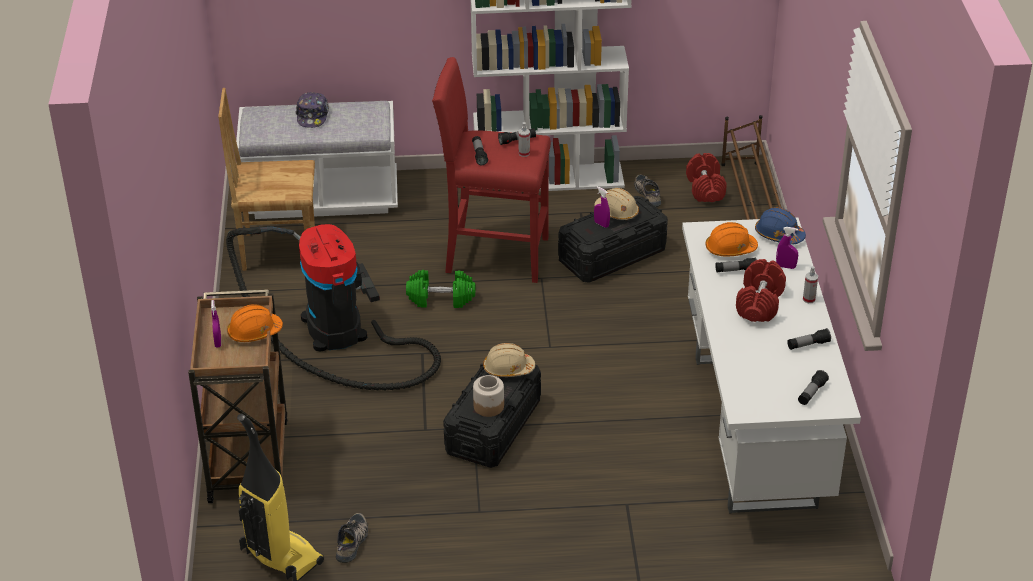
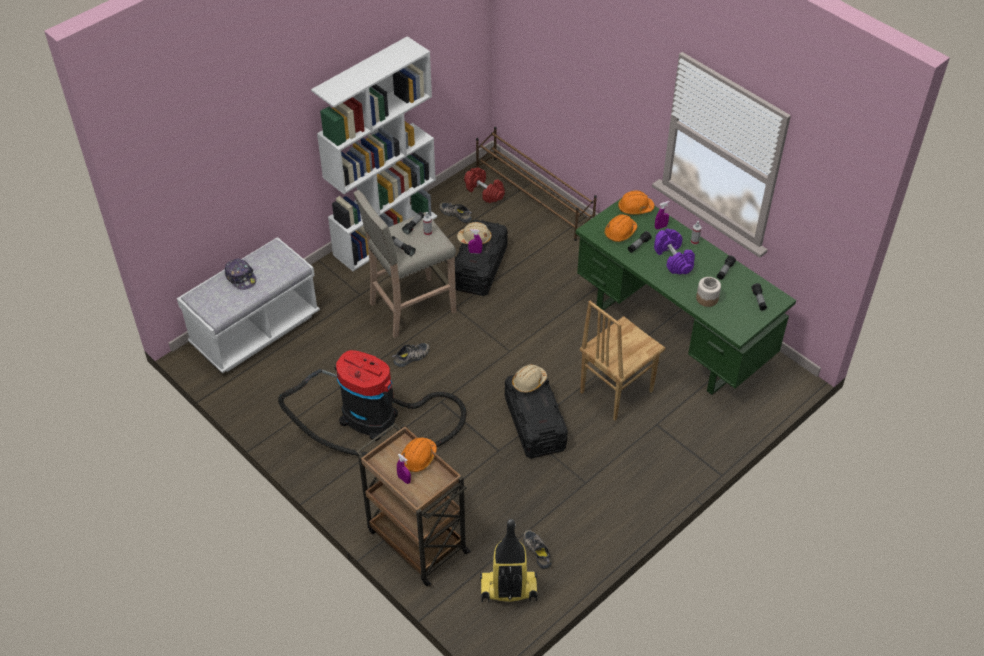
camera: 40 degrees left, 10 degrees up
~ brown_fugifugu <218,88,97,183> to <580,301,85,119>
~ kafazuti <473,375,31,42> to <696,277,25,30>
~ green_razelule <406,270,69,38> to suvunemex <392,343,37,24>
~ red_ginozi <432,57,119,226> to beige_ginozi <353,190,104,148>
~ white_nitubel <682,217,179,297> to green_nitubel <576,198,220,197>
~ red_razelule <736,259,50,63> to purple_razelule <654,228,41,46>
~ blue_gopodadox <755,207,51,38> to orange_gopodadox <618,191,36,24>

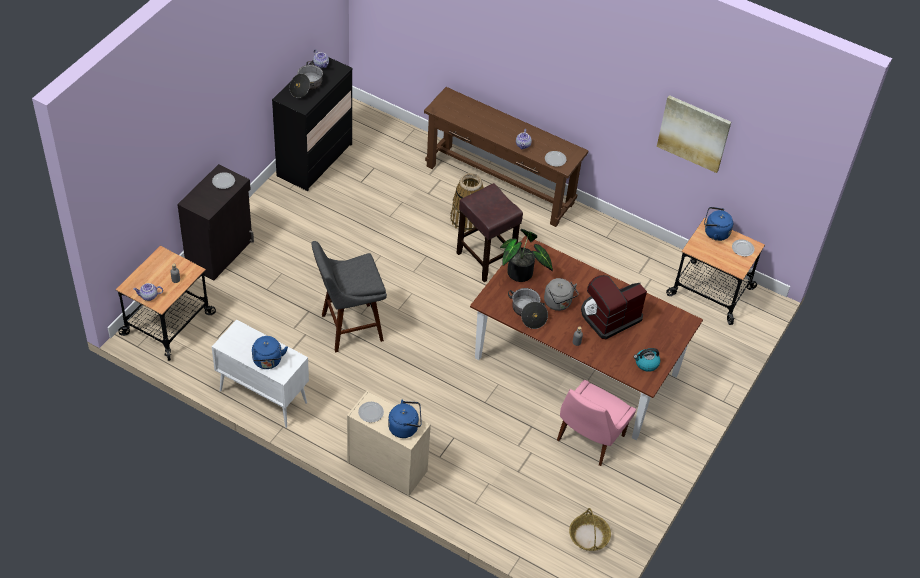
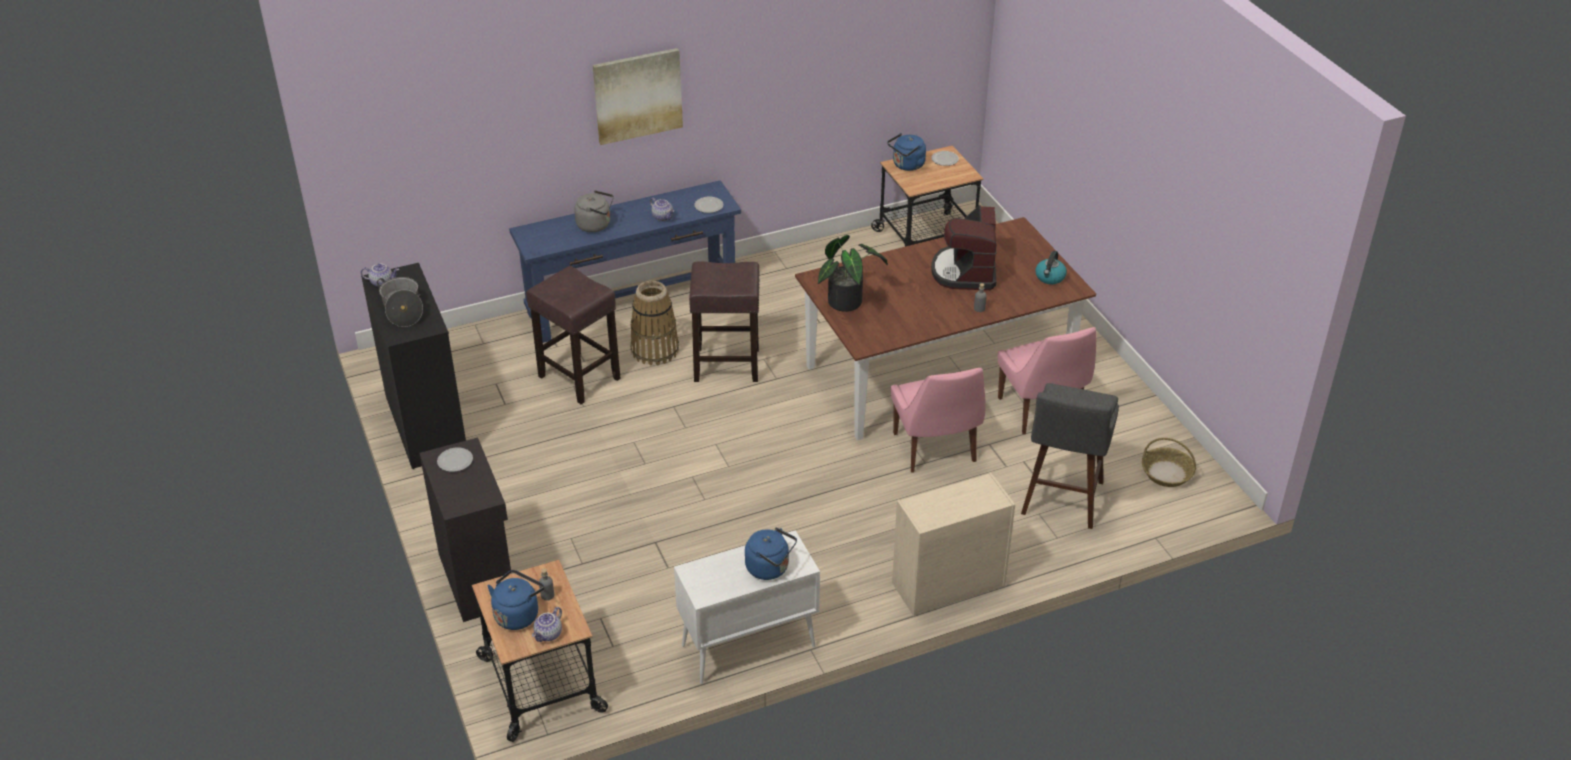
camera: 50 degrees left, 10 degrees down
- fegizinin <358,402,26,21>
- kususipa <508,288,40,41>
+ brown_ginozi <526,266,95,138>
+ pink_fugifugu <891,368,95,105>
~ grey_ginozi <311,241,76,111> to <1021,383,98,146>
~ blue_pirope <388,399,34,39> to <487,570,57,60>
~ grey_pirope <544,278,35,33> to <574,190,40,42>
~ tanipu <657,95,74,78> to <593,48,90,97>
~ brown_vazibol <424,87,164,140> to blue_vazibol <509,180,232,163>

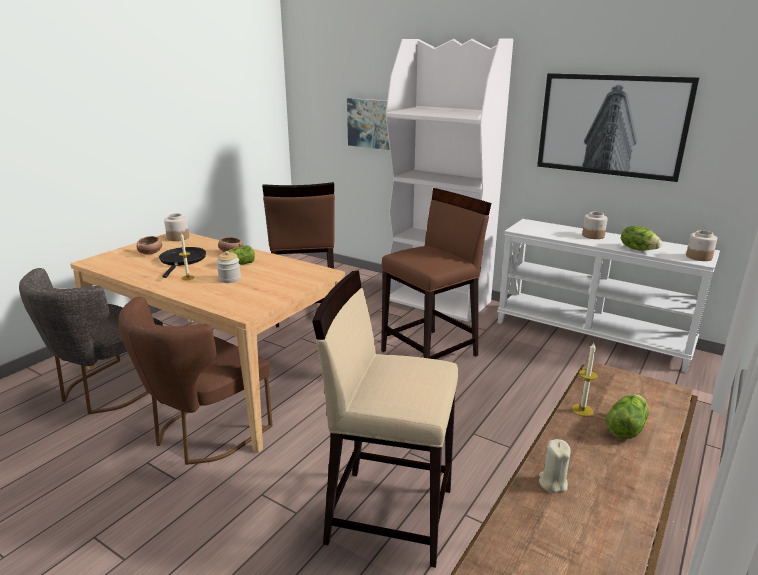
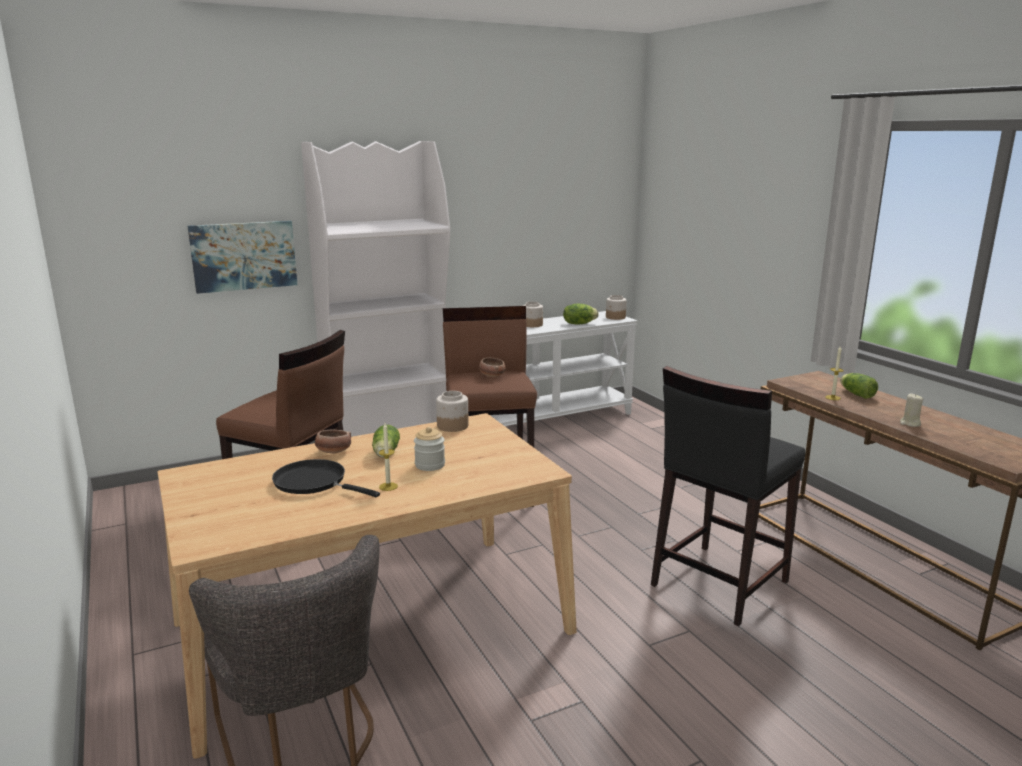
camera: 60 degrees left, 5 degrees down
- brown_fugifugu <118,297,155,168>
- tanipu <537,73,163,109>
~ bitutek <137,236,25,19> to <479,358,27,19>
~ kafazuti <164,213,25,28> to <436,391,33,41>
~ beige_ginozi <312,271,146,297> to black_ginozi <651,366,154,260>

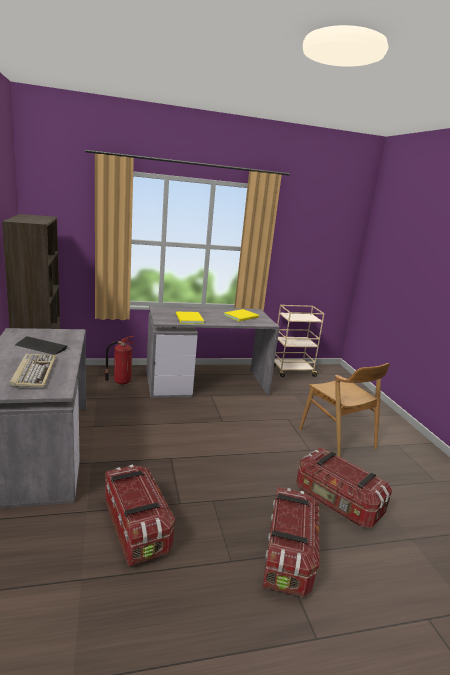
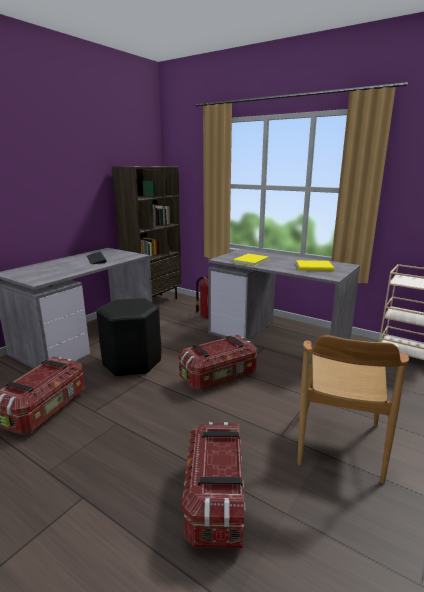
camera: 50 degrees right, 0 degrees up
- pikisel <10,354,46,34>
+ black_ginozi <96,298,65,79>
~ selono <263,487,57,110> to <179,335,78,56>

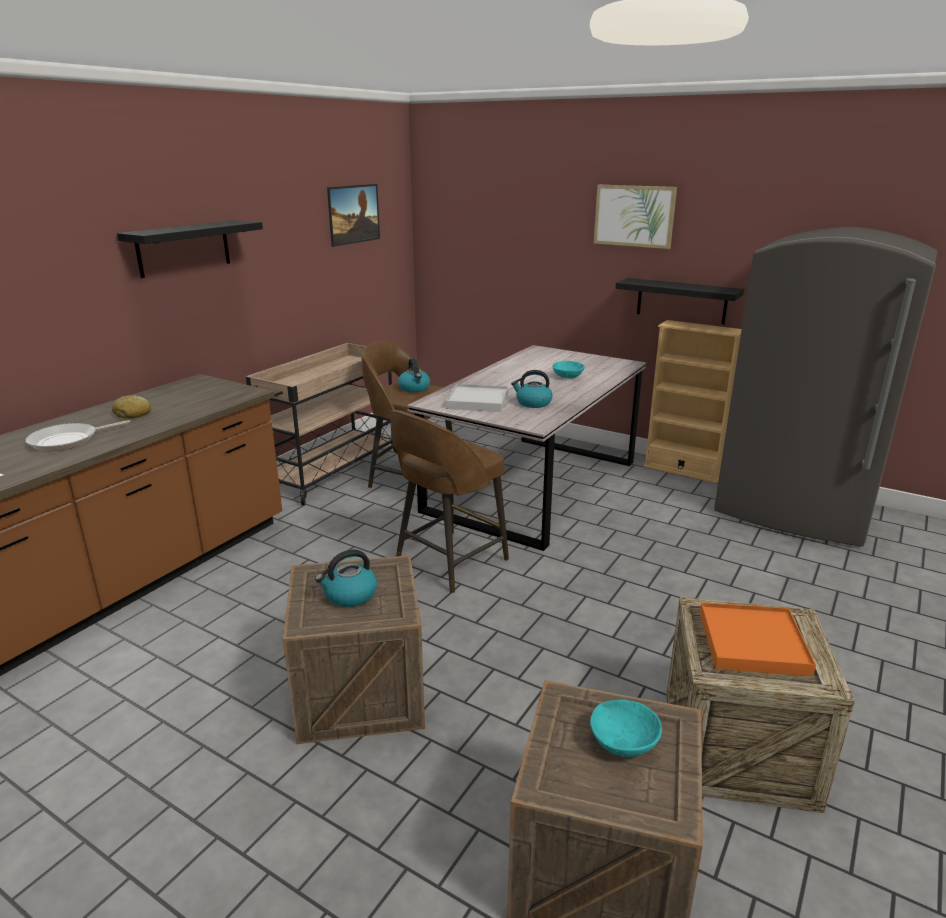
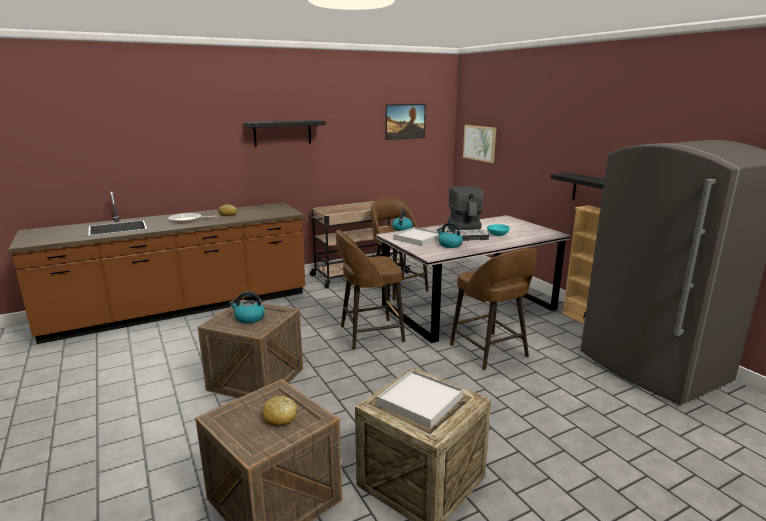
camera: 30 degrees right, 5 degrees down
+ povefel <448,186,41,55>
+ brown_ginozi <450,248,87,122>
~ tanipu <594,185,83,64> to <463,125,33,38>
~ turquoise_bitutek <590,700,72,57> to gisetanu <262,396,35,30>
~ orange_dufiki <700,602,116,74> to white_dufiki <377,370,86,59>

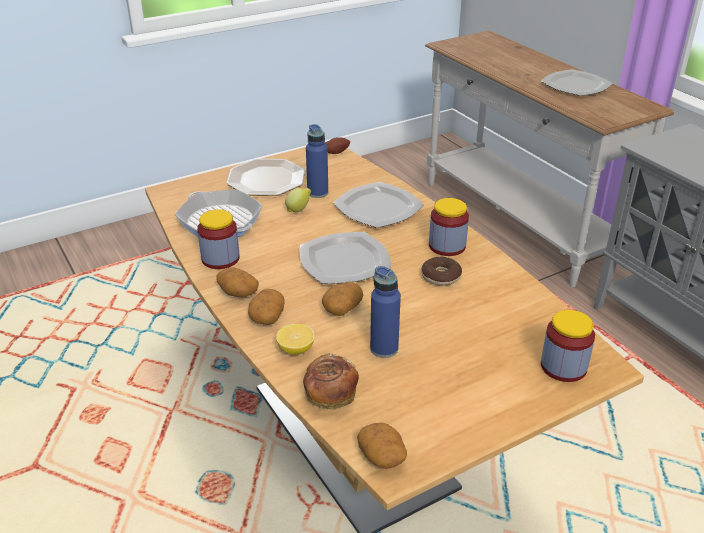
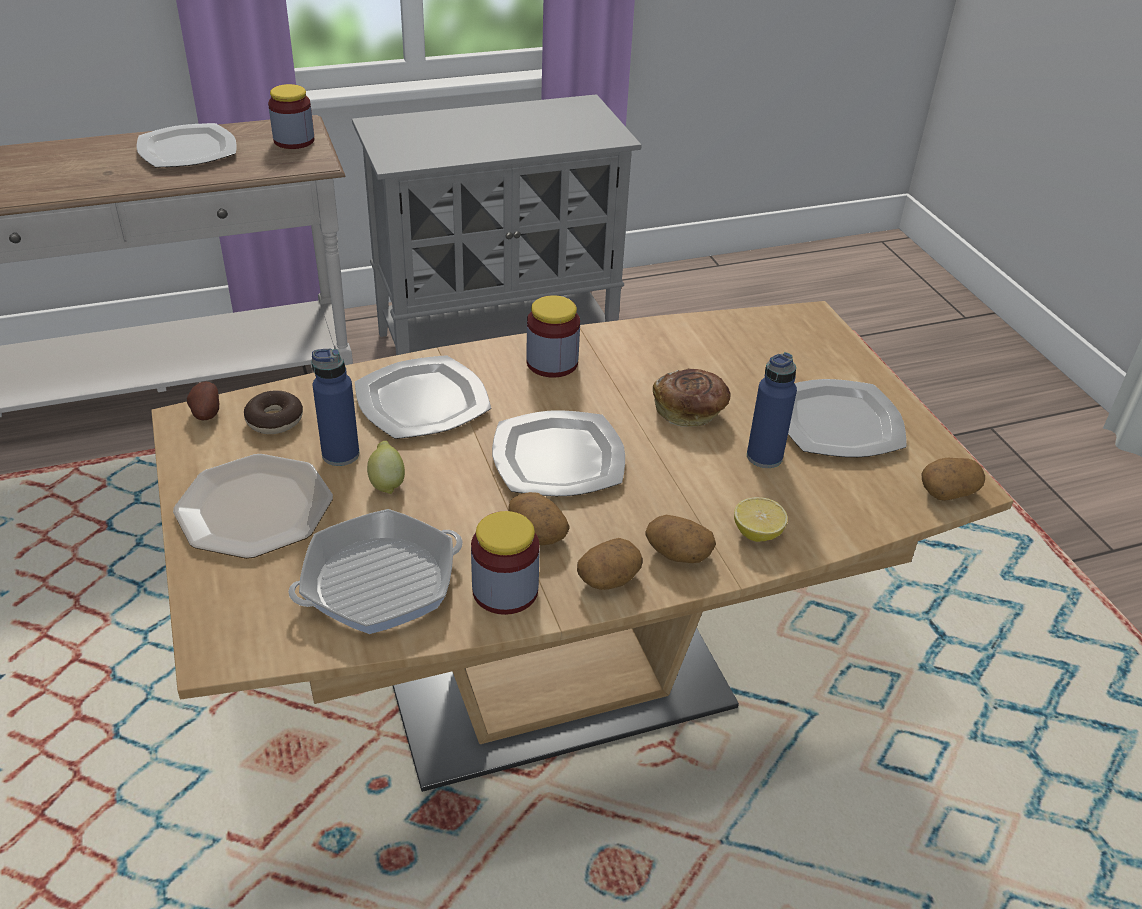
camera: 80 degrees left, 5 degrees up
+ fegizinin <788,379,118,78>
~ gisetanu <303,353,56,56> to <653,369,77,58>
~ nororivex <322,282,41,34> to <508,492,62,53>
~ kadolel <421,257,41,29> to <244,390,59,44>
~ kafazuti <541,310,54,72> to <268,84,46,65>

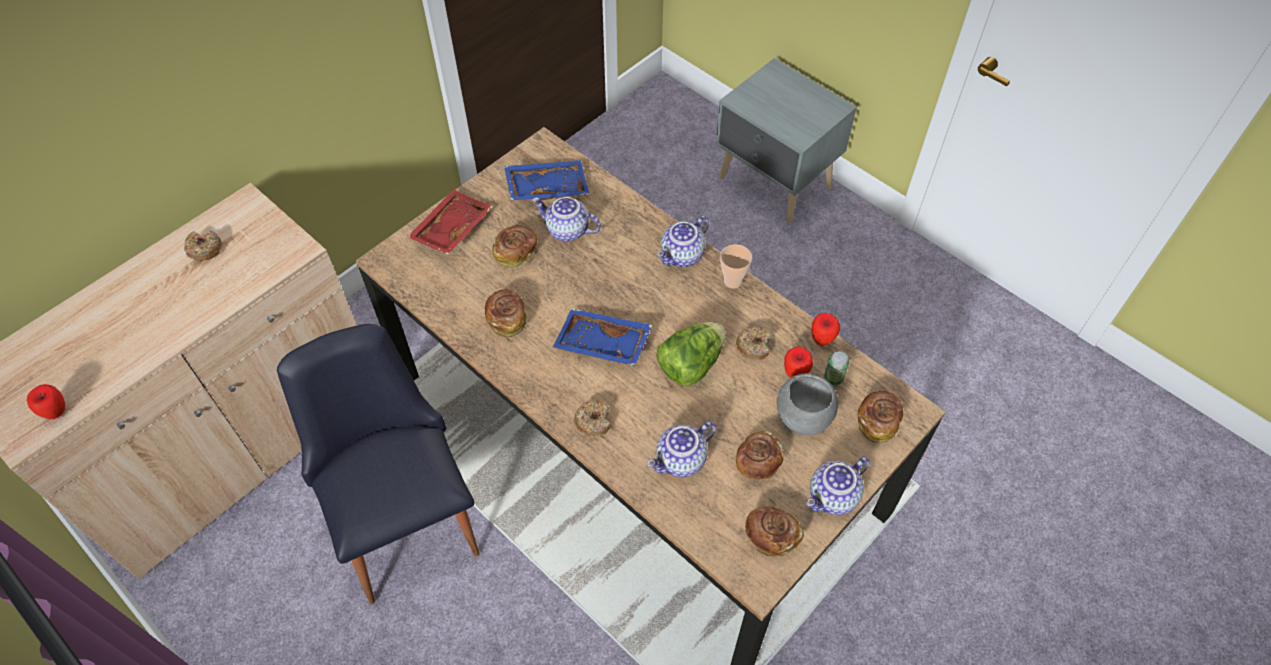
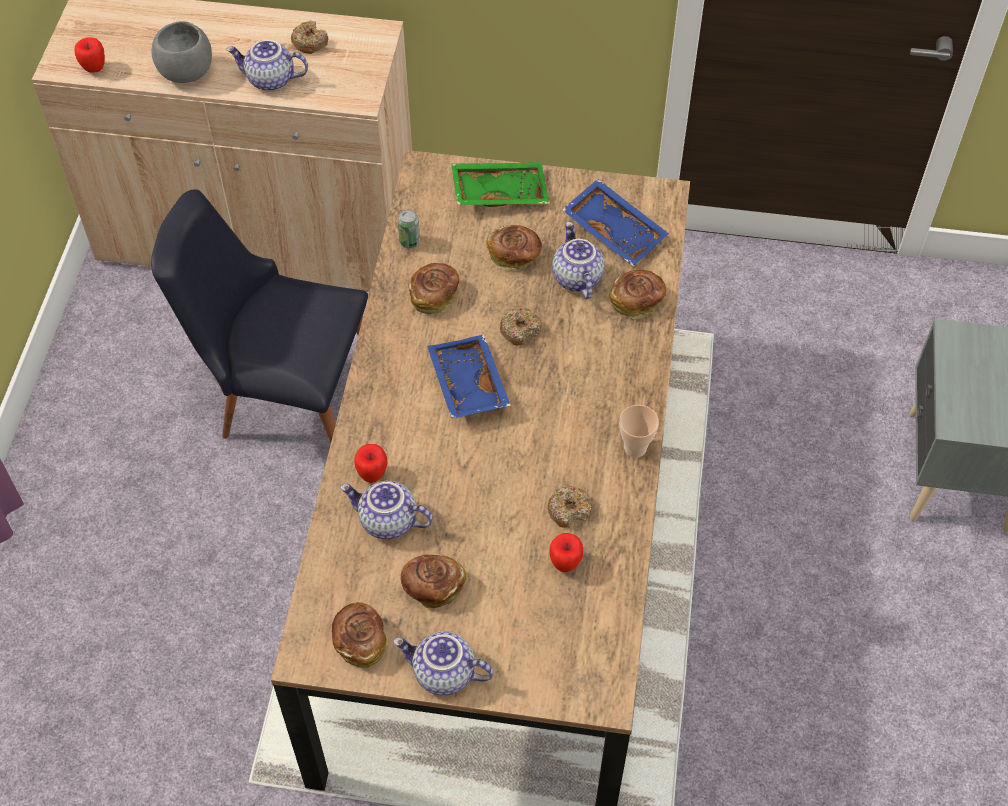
camera: 55 degrees right, 0 degrees up
- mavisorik <656,322,70,64>
~ kadolel <574,400,37,36> to <500,308,41,38>
~ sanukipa <657,215,52,52> to <226,40,82,51>
~ grey_bitutek <777,373,61,62> to <151,21,61,62>
~ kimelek <812,313,28,33> to <354,444,34,39>
~ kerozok <824,351,25,34> to <398,209,22,39>
~ gisetanu <858,391,45,52> to <610,270,56,49>
~ red_dufiki <407,189,86,66> to green_dufiki <451,162,99,45>
~ black_fugifugu <277,324,202,280> = <151,189,217,253> 105 degrees counterclockwise

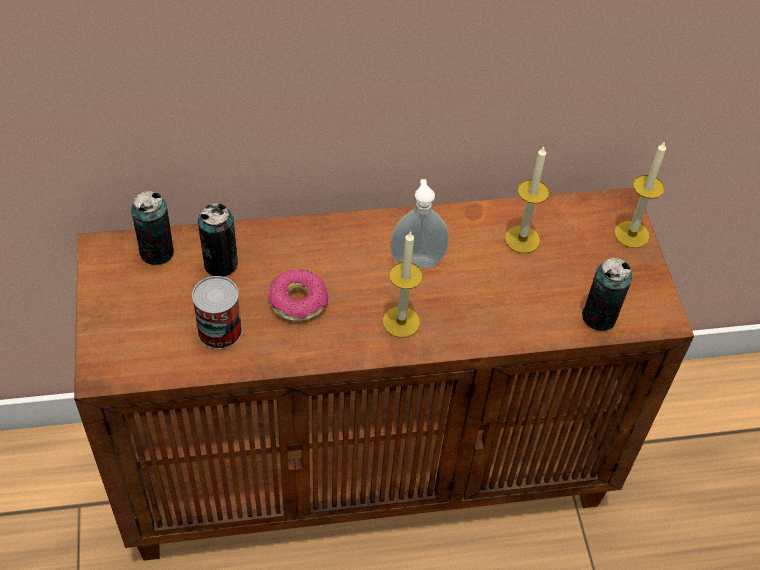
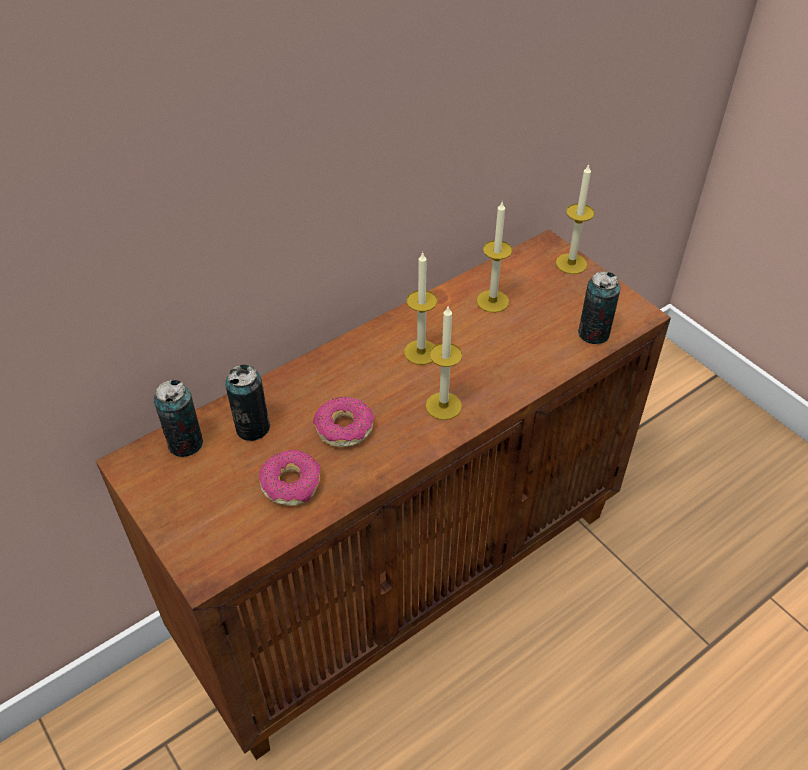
camera: 25 degrees left, 5 degrees down
~ kerozok <192,276,50,73> to kadolel <259,450,61,56>
~ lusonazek <390,179,59,90> to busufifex <404,251,33,114>

